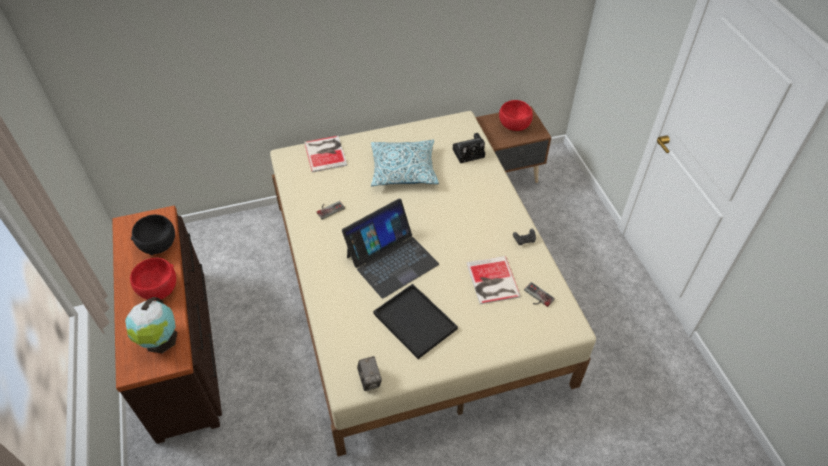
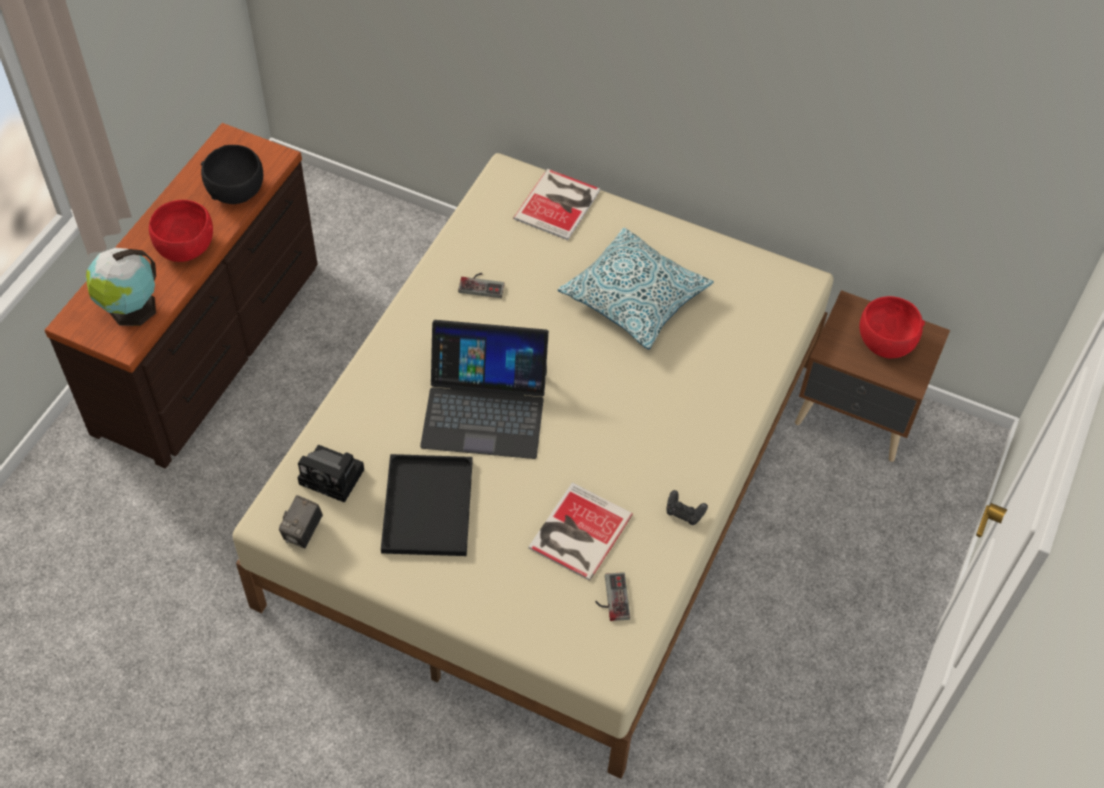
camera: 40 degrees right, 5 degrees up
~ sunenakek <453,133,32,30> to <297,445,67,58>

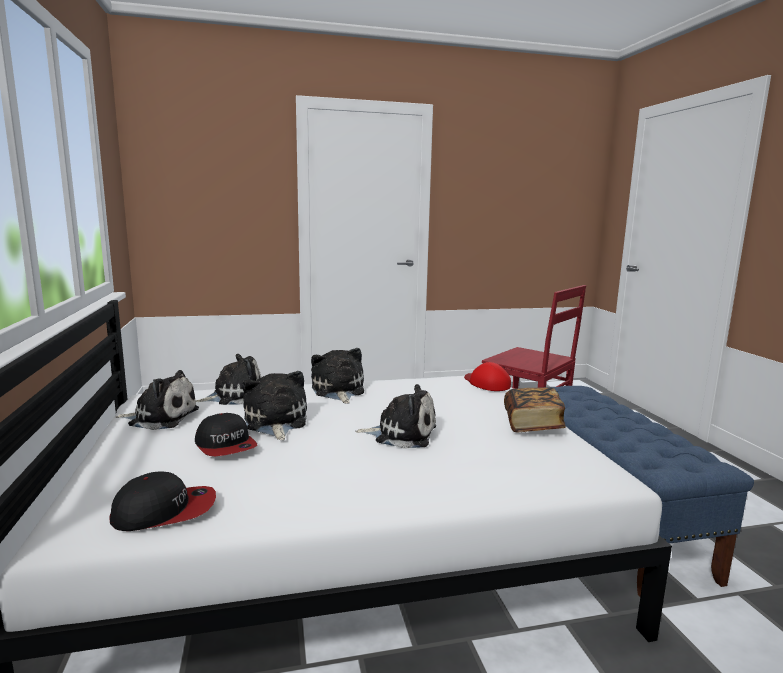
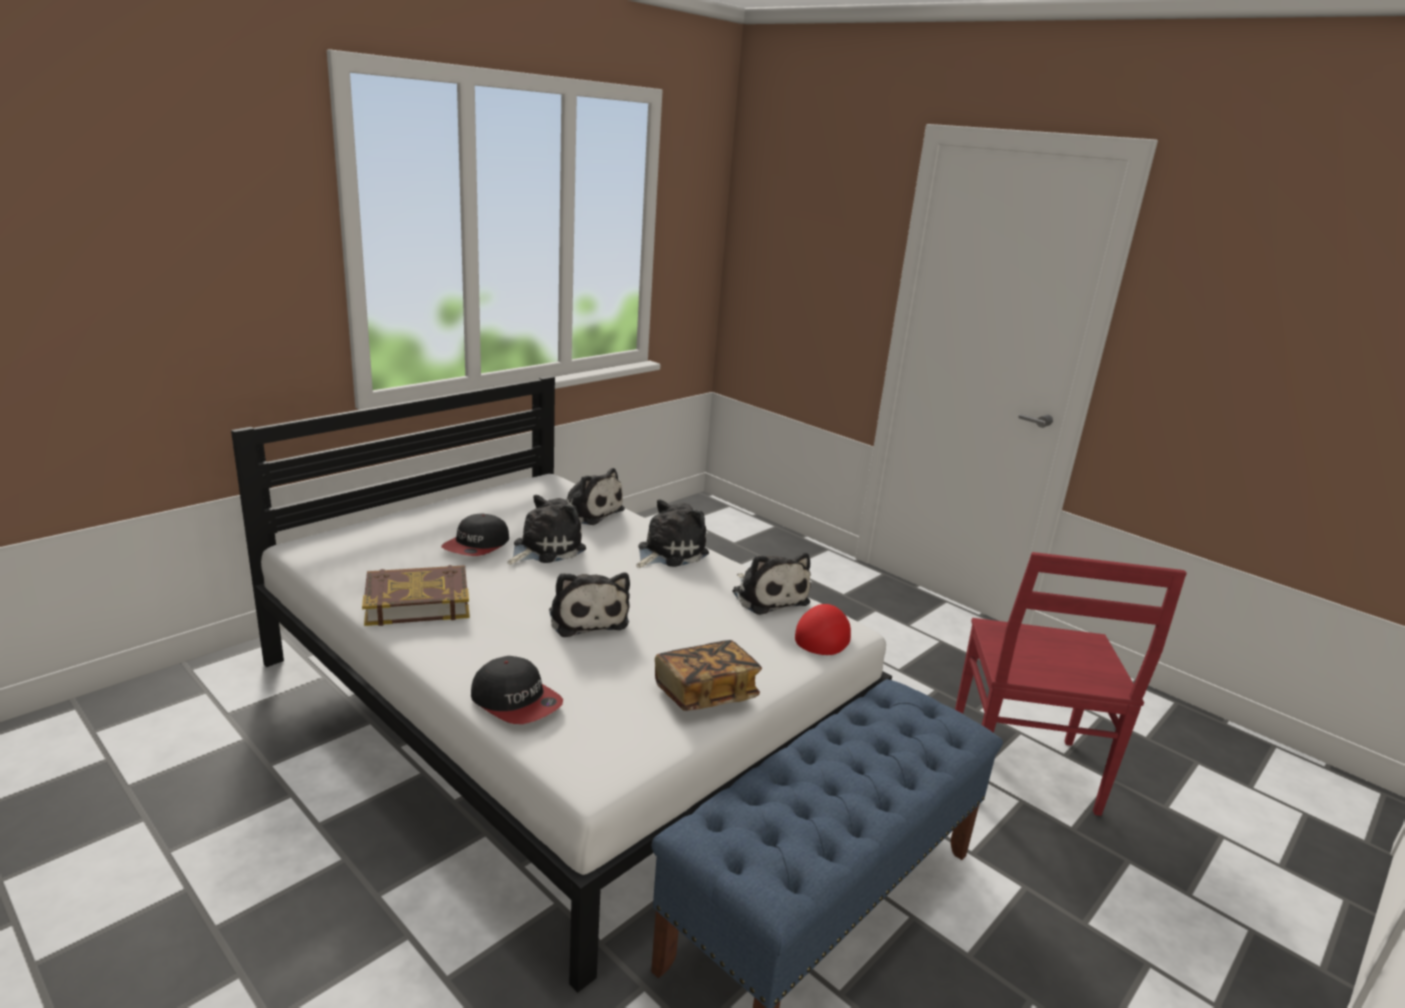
camera: 55 degrees right, 10 degrees up
+ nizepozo <362,565,108,61>
~ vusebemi <109,471,107,60> to <471,656,92,68>
~ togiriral <116,370,83,60> to <732,553,79,62>

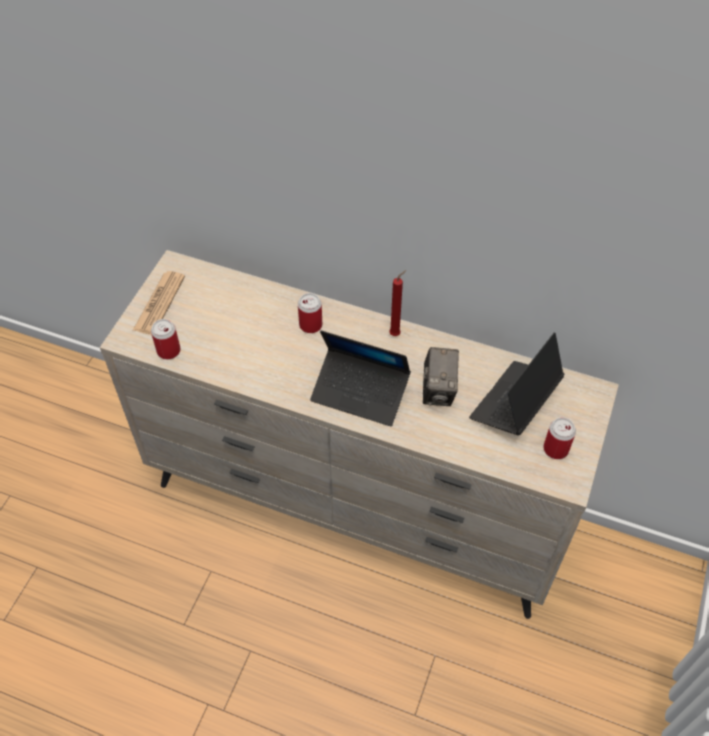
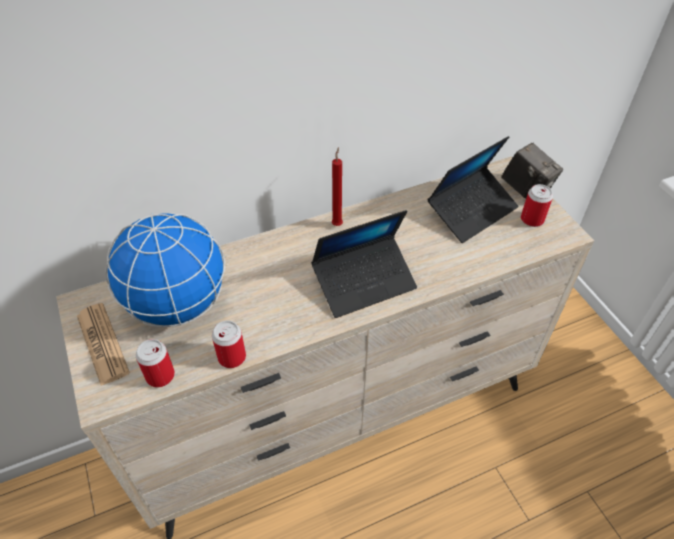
camera: 45 degrees left, 5 degrees down
+ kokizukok <105,213,120,114>
~ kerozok <298,293,24,40> to <212,321,34,47>
~ sunenakek <423,347,36,59> to <501,143,62,56>
~ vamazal <469,333,95,103> = <428,136,91,107> 120 degrees counterclockwise

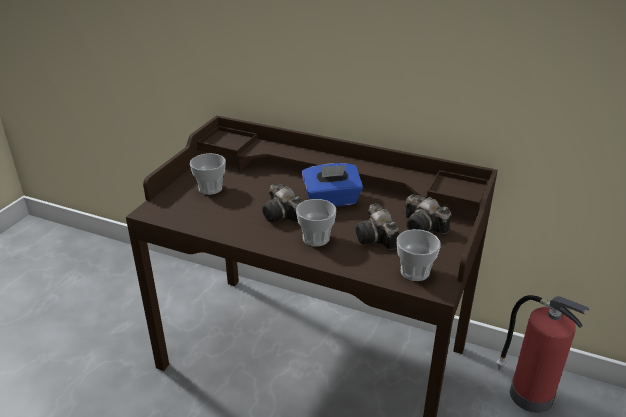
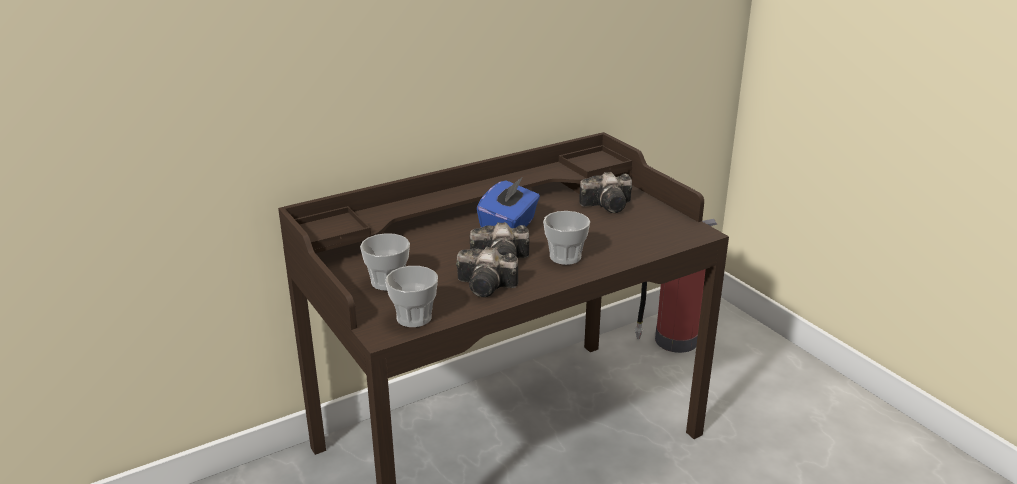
camera: 55 degrees left, 5 degrees down
~ sunenakek <355,203,44,47> to <456,247,62,50>
~ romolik <397,229,44,52> to <385,266,53,61>

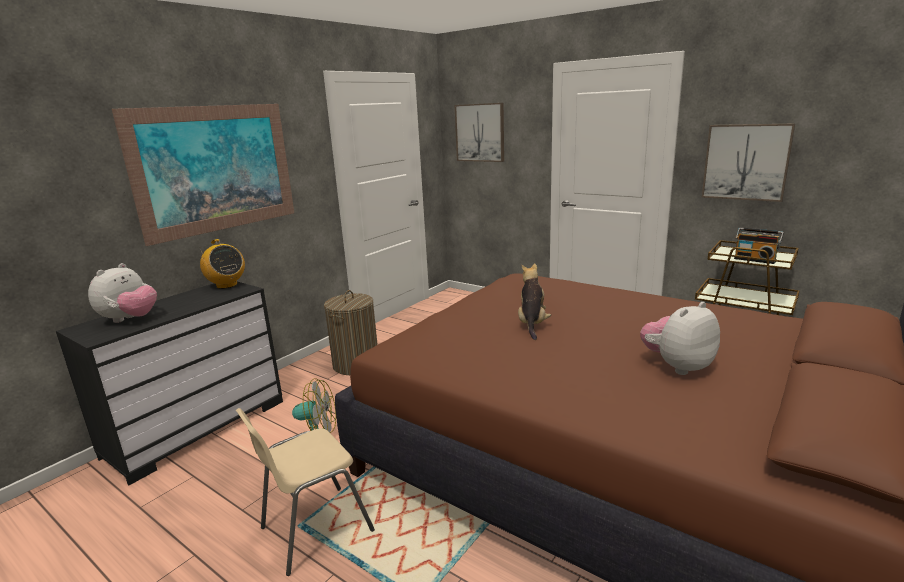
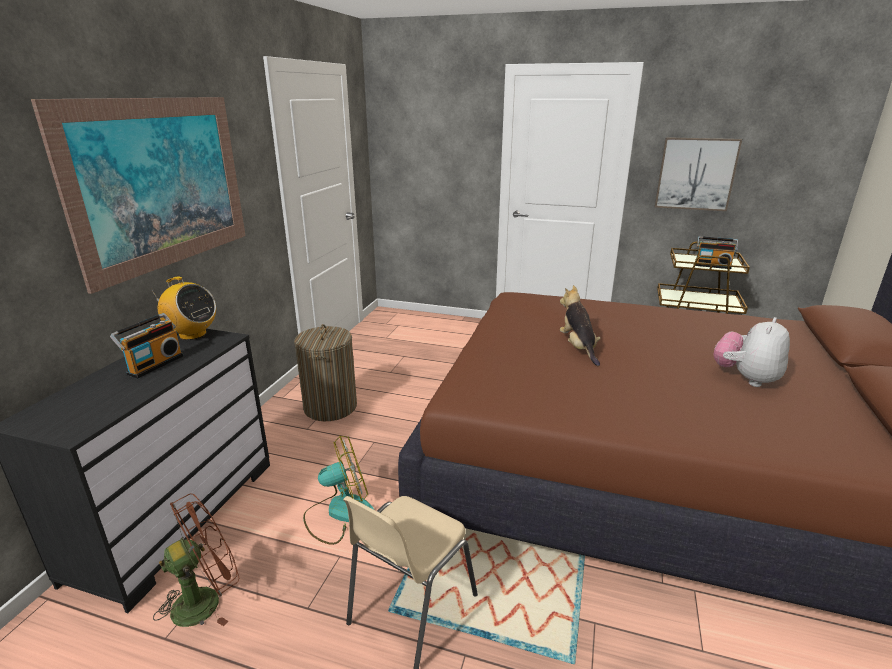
camera: 20 degrees left, 5 degrees up
- togiriral <88,263,69,60>
- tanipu <455,103,49,59>
+ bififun <110,313,73,65>
+ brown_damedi <153,493,86,134>

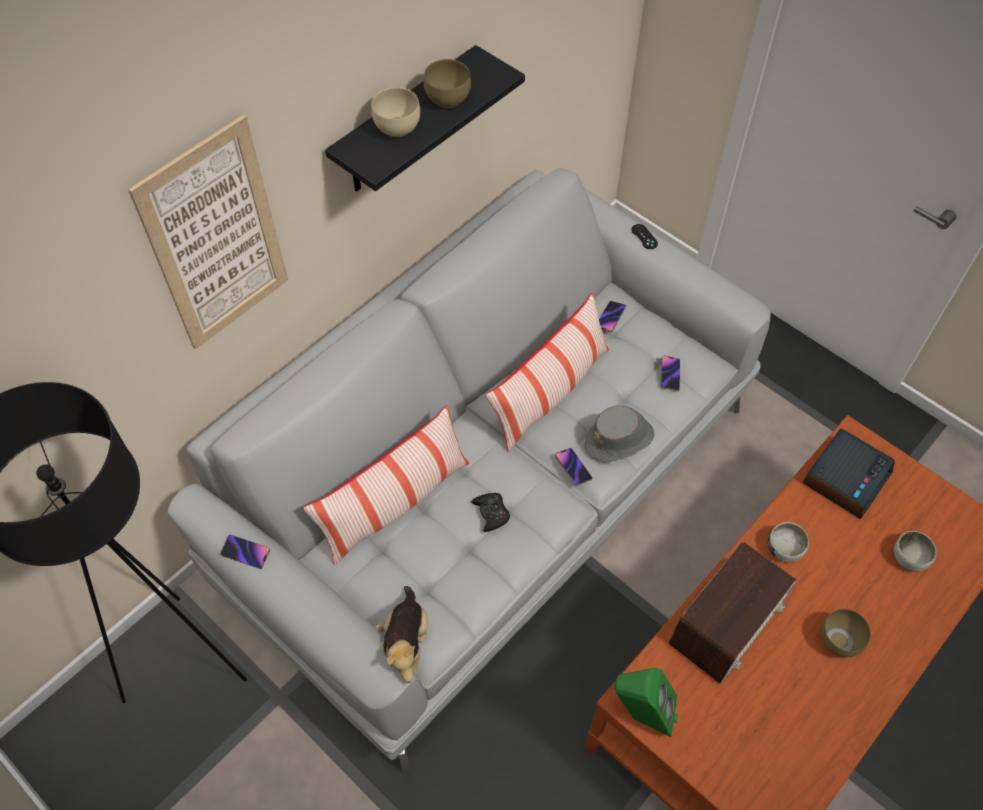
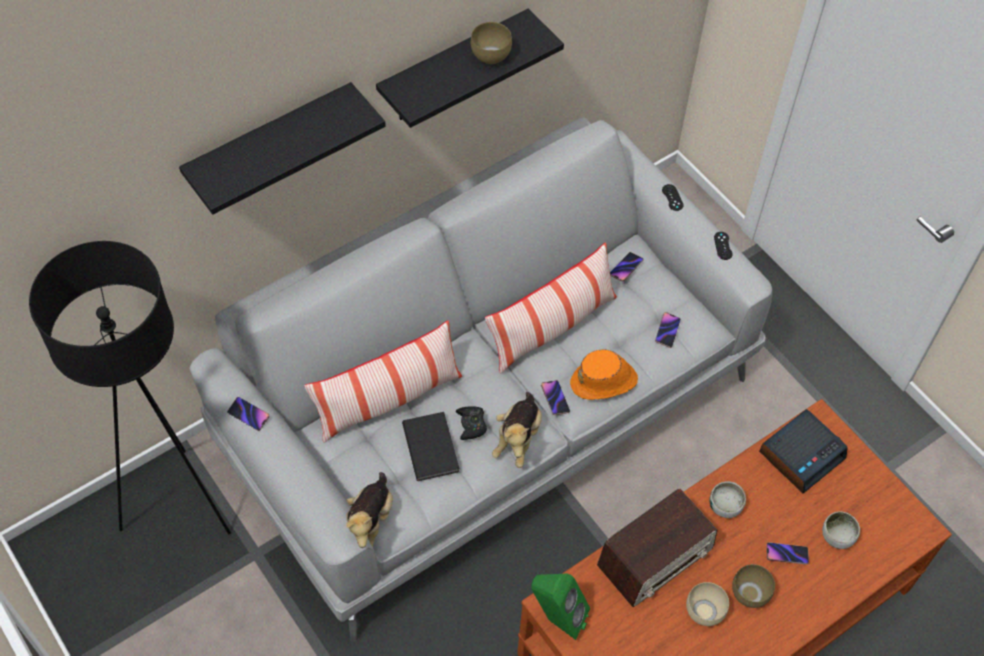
camera: 10 degrees right, 0 degrees up
+ black_nizepozo <402,412,58,69>
+ togiriral <492,392,50,76>
+ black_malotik <714,232,19,28>
+ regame <766,542,43,22>
~ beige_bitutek <372,87,48,50> to <686,582,43,44>
~ tanipu <128,114,160,236> to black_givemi <179,82,207,133>
~ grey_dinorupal <585,405,69,57> to orange_dinorupal <570,349,68,51>

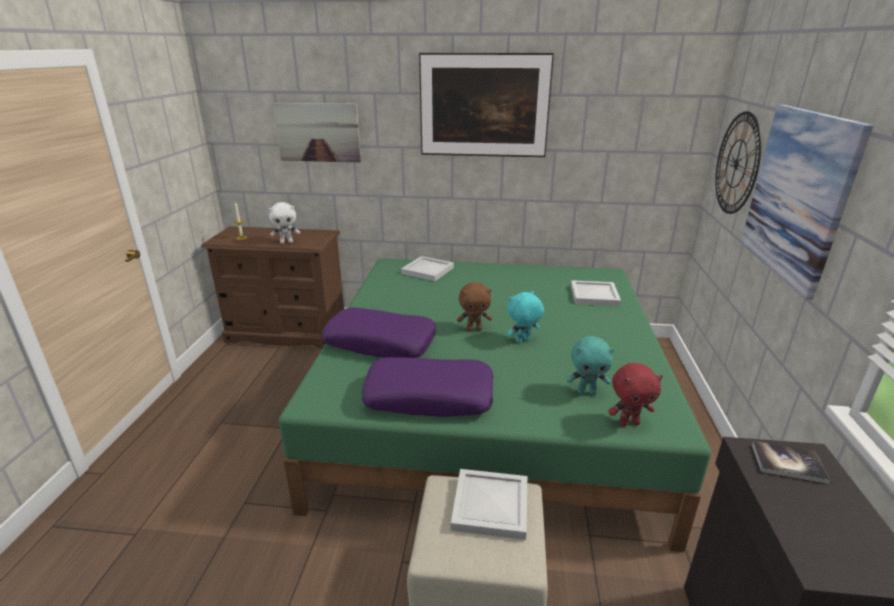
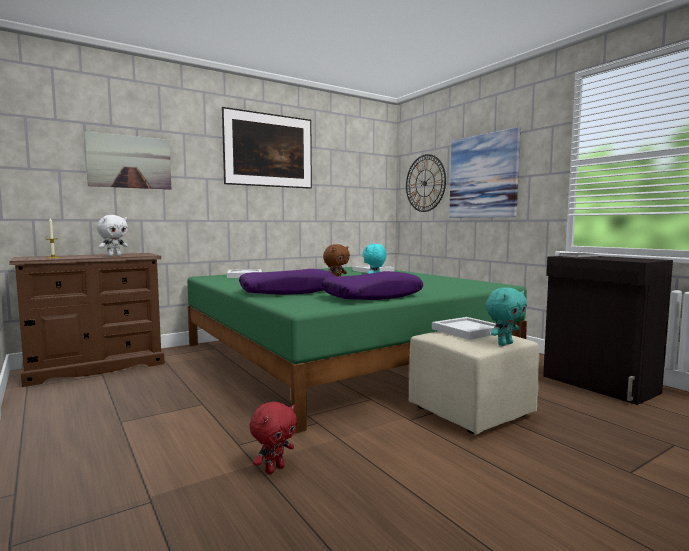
camera: 40 degrees left, 20 degrees down
~ turquoise_togiriral <567,336,48,59> to <486,287,41,59>
~ red_togiriral <608,363,55,63> to <250,402,47,72>

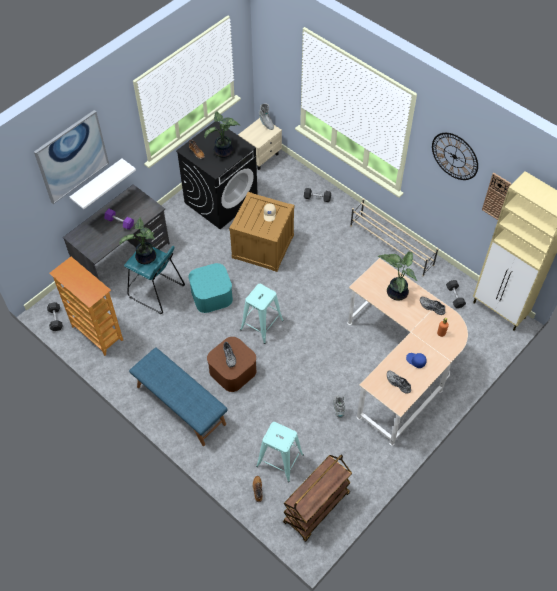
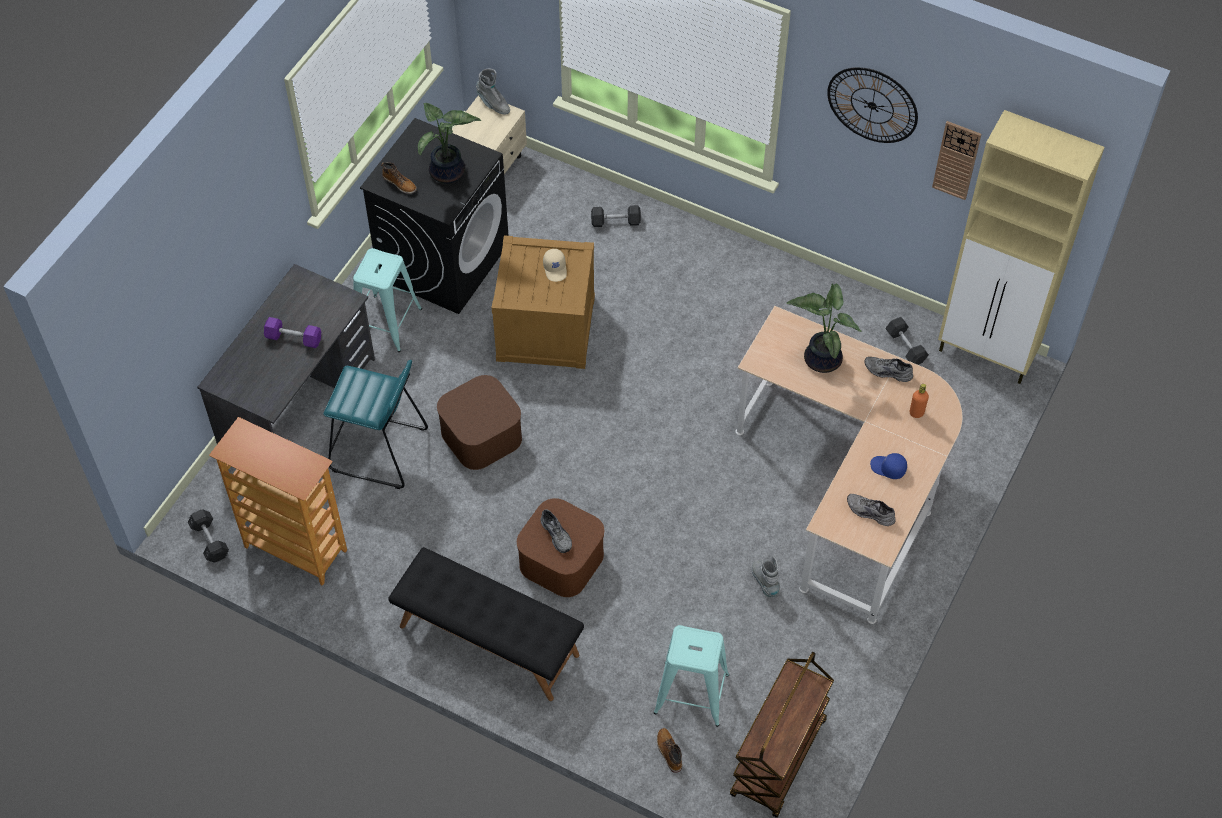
camera: 15 degrees left, 0 degrees up
- tanipu <34,110,75,94>
- white_givemi <70,159,66,50>
- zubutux <119,217,37,47>
- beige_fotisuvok <350,198,88,78>
~ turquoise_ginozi <240,284,44,60> to <353,248,69,104>
~ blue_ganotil <129,347,99,99> to black_ganotil <388,547,196,154>
~ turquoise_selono <188,263,45,50> to brown_selono <437,375,85,95>

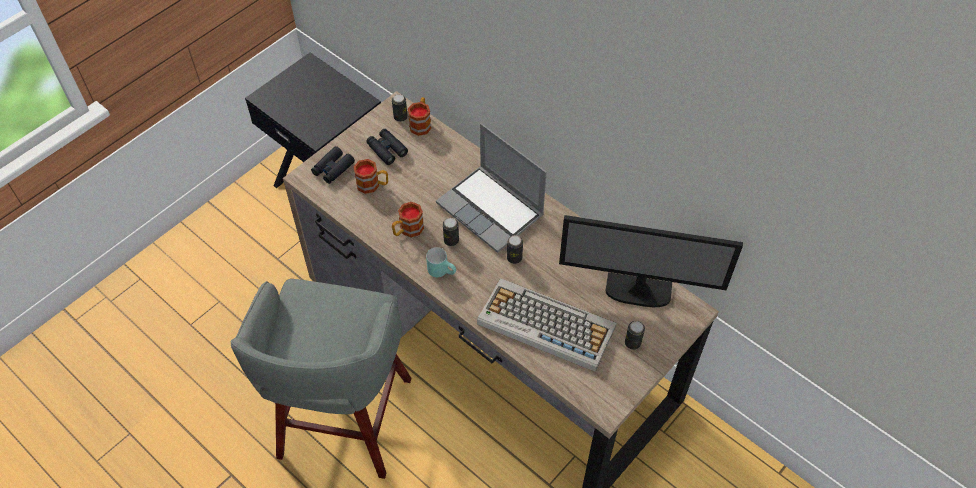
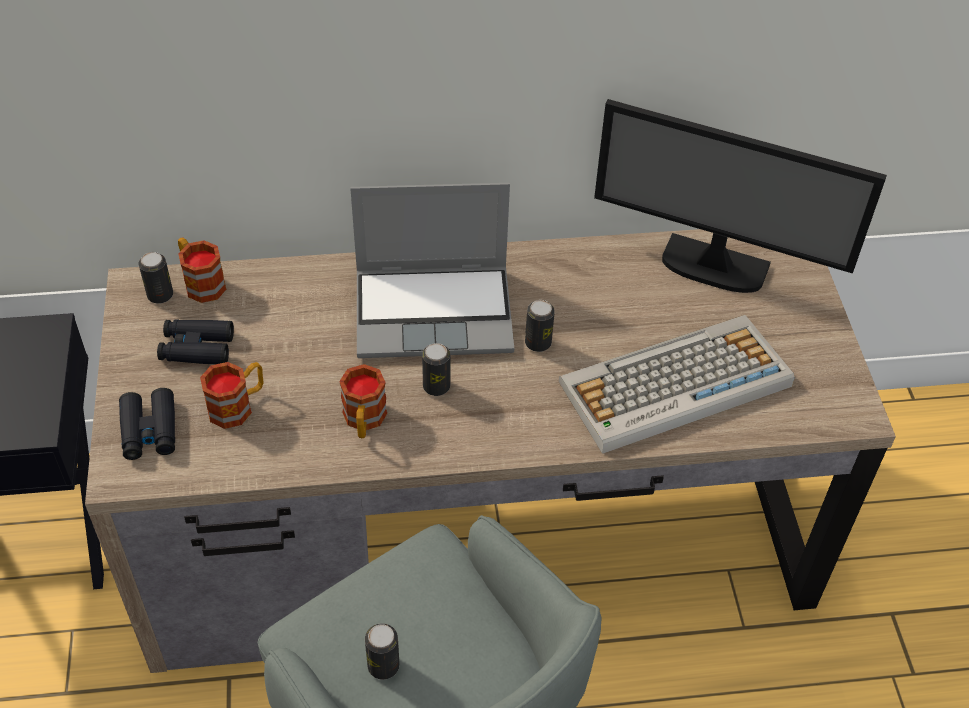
camera: 50 degrees left, 5 degrees down
- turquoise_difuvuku <426,247,30,30>
~ kerozok <625,321,20,29> to <365,623,35,57>
~ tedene <559,215,184,92> = <594,99,293,194> 60 degrees clockwise

